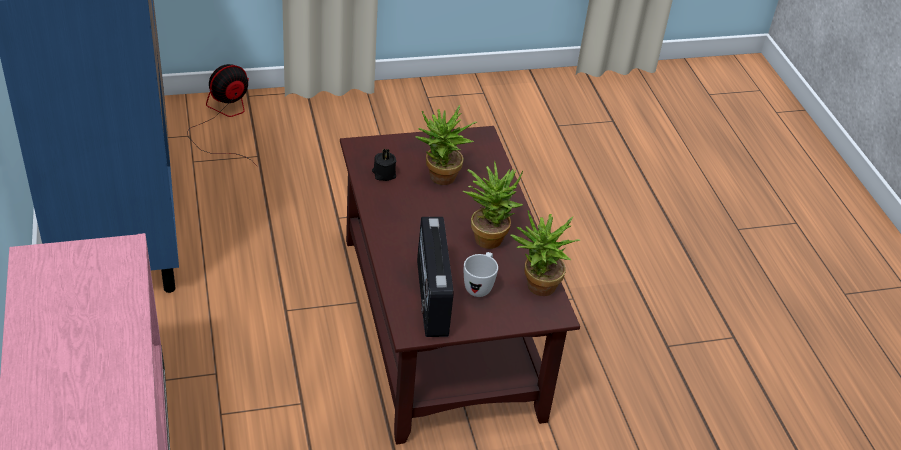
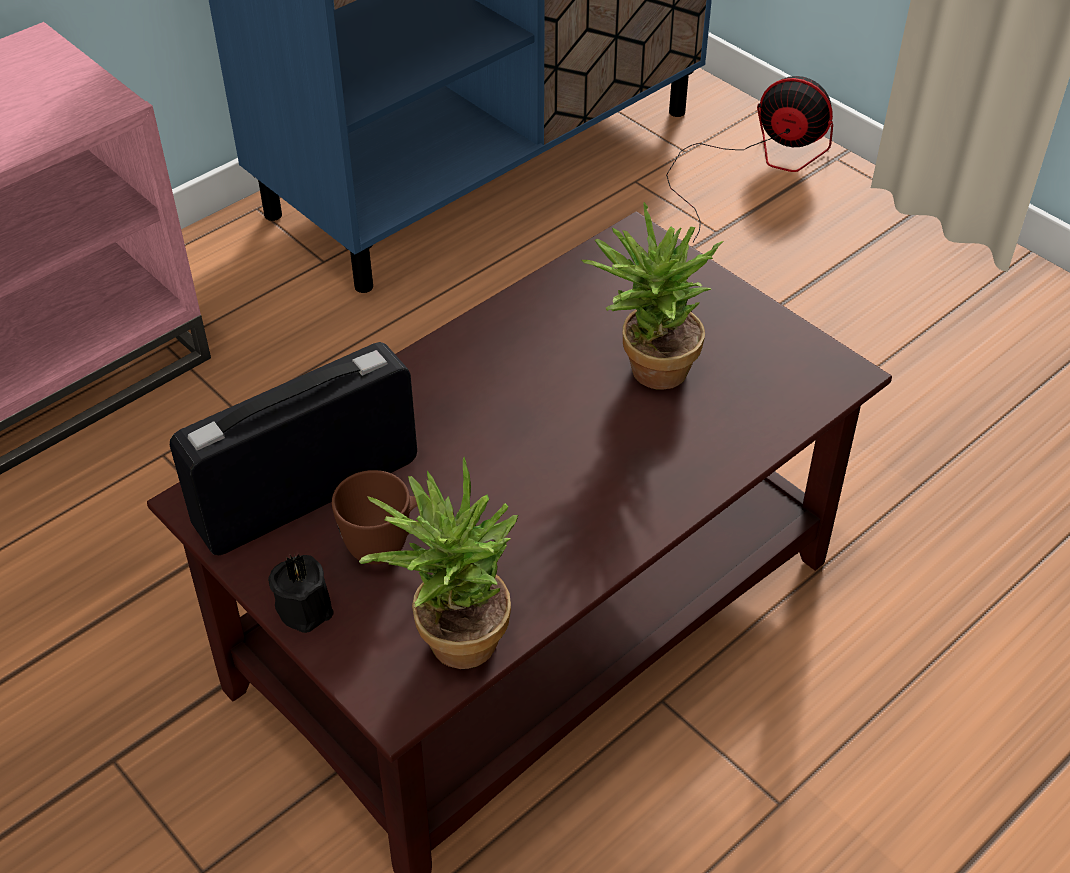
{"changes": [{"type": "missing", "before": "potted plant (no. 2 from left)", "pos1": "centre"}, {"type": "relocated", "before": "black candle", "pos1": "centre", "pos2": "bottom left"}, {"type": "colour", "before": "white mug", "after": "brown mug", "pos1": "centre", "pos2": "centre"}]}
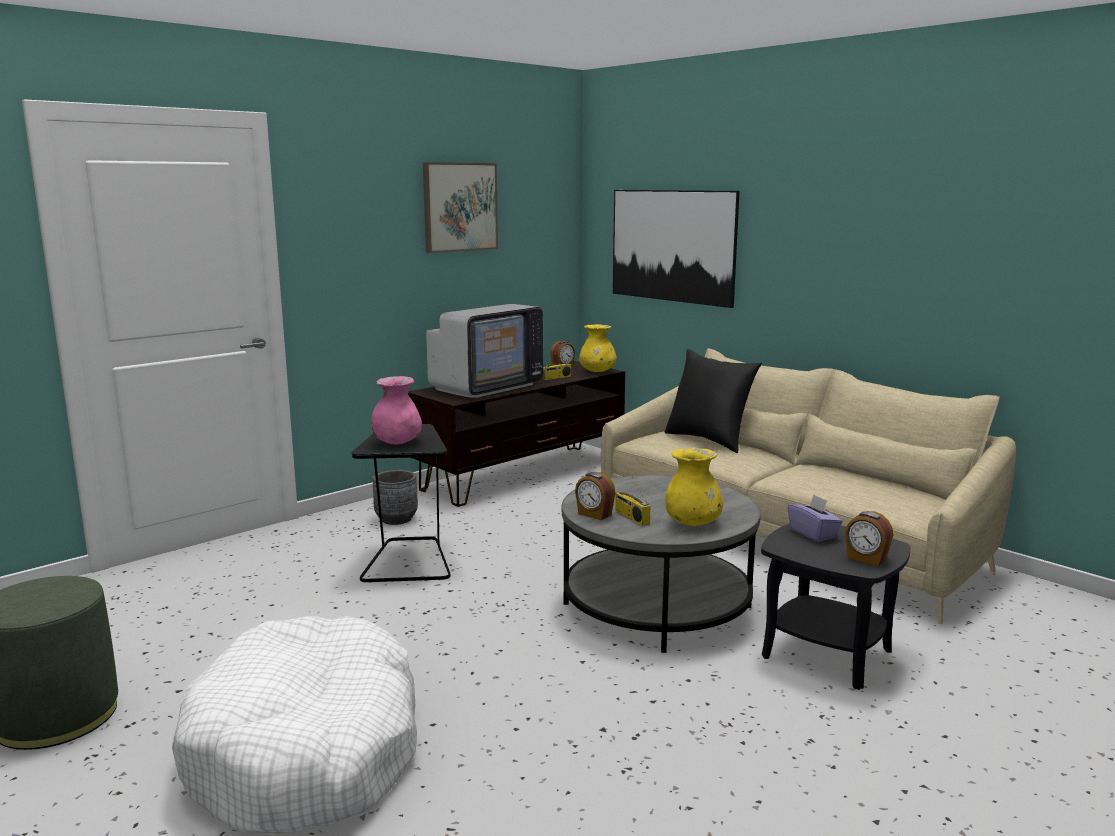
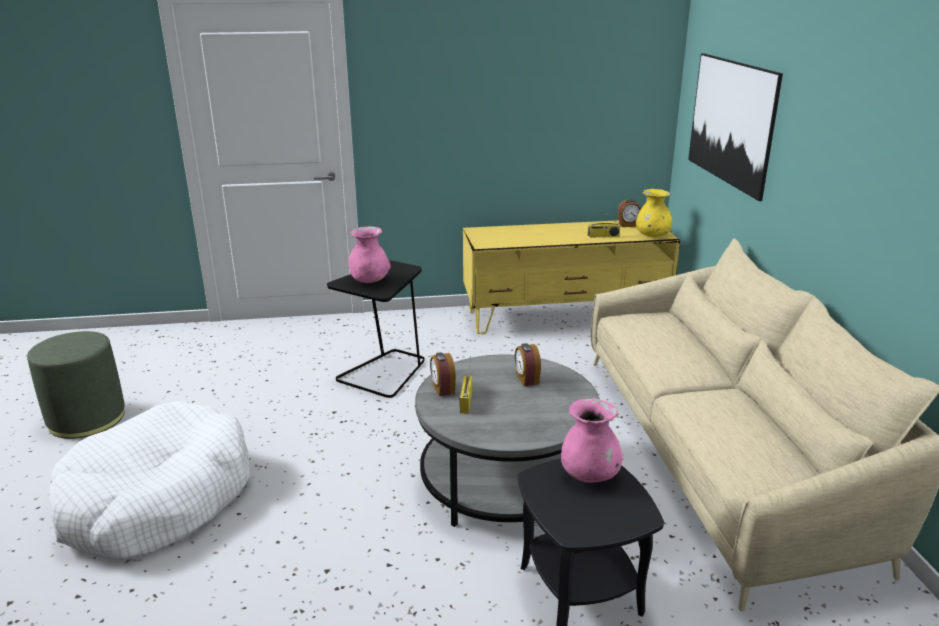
{"changes": [{"type": "missing", "before": "grey planter", "pos1": "centre"}, {"type": "missing", "before": "picture (no. 1 from left)", "pos1": "top centre"}, {"type": "missing", "before": "television", "pos1": "centre"}, {"type": "missing", "before": "black pillow", "pos1": "centre"}, {"type": "missing", "before": "yellow vase (no. 2 from left)", "pos1": "centre"}, {"type": "relocated", "before": "alarm clock (no. 3 from left in the first image)", "after": "alarm clock (no. 2 from left)", "pos1": "middle right", "pos2": "centre"}, {"type": "exchanged", "before": "purple tissue box", "after": "pink vase (no. 2 from left)", "pos1": "middle right", "pos2": "bottom centre"}, {"type": "colour", "before": "brown tv stand", "after": "yellow tv stand", "pos1": "centre", "pos2": "centre"}]}
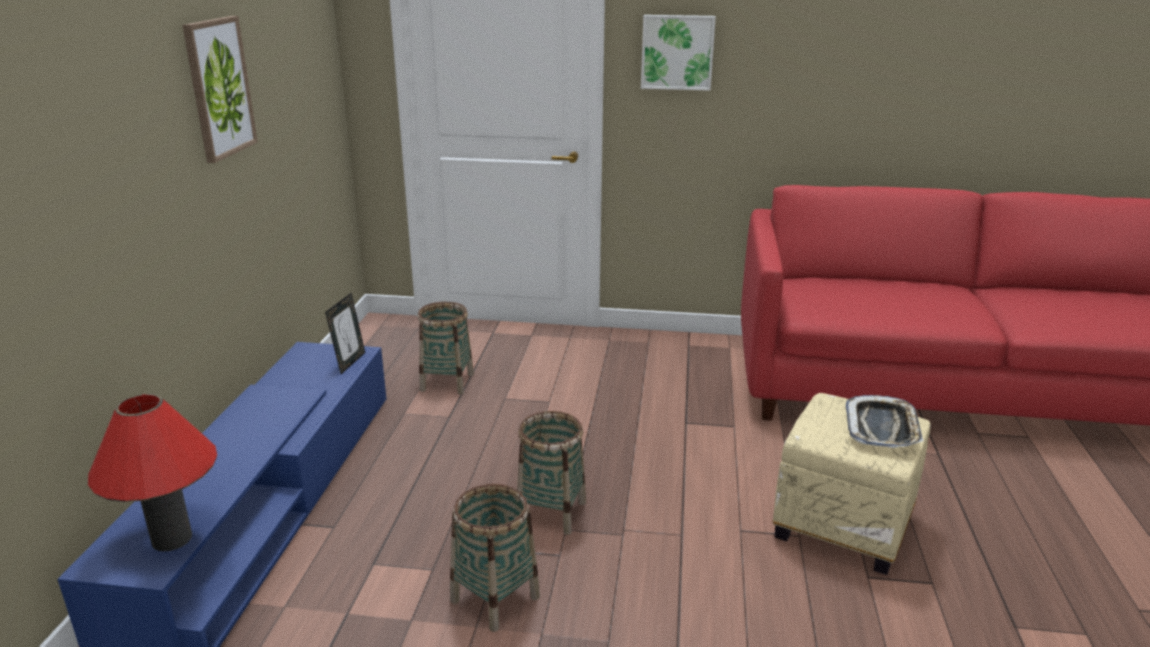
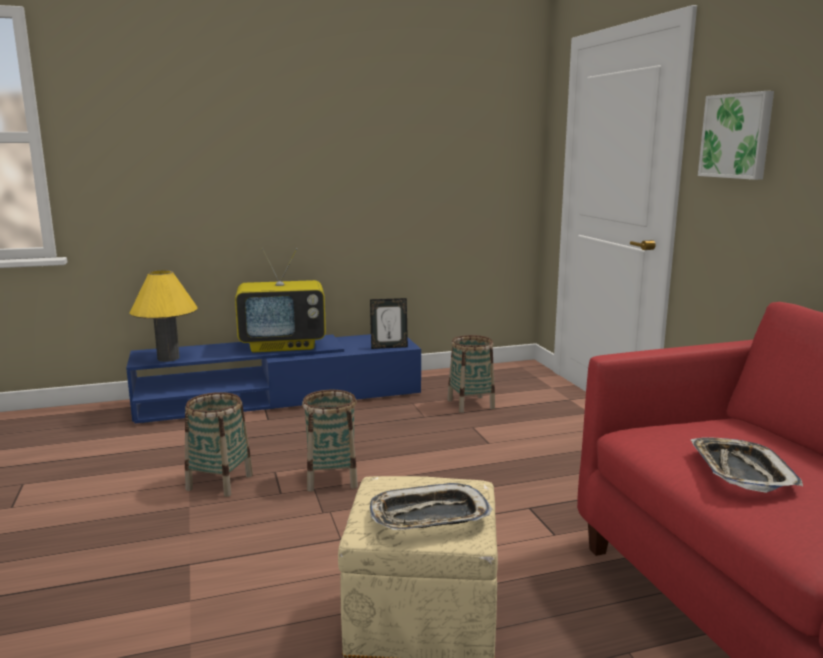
{"changes": [{"type": "missing", "before": "picture (no. 1 from left)", "pos1": "top left"}, {"type": "appeared", "after": "television", "pos2": "centre"}, {"type": "appeared", "after": "tray (no. 2 from left)", "pos2": "bottom right"}, {"type": "colour", "before": "red table lamp", "after": "yellow table lamp", "pos1": "bottom left", "pos2": "middle left"}]}
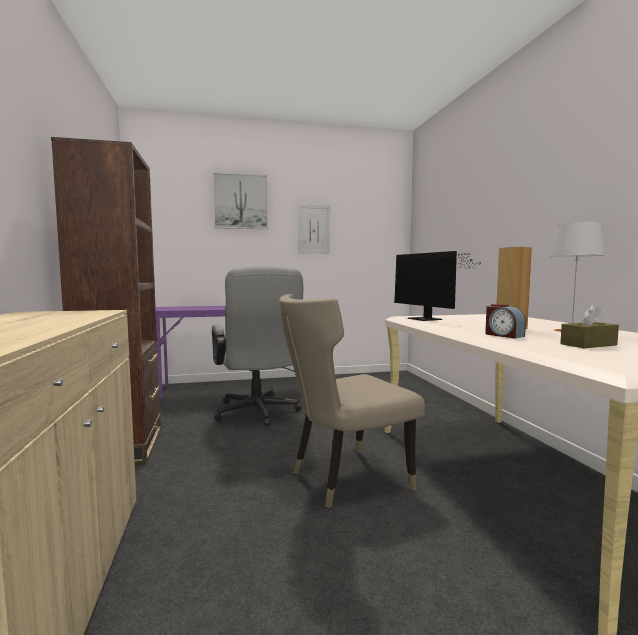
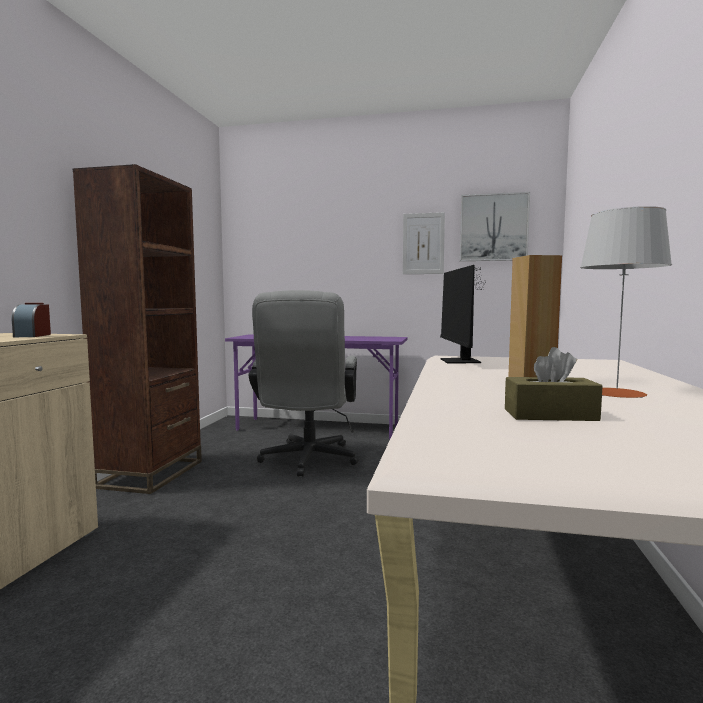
{"changes": [{"type": "missing", "before": "beige chair", "pos1": "centre"}, {"type": "relocated", "before": "picture (no. 1 from left in the first image)", "after": "picture (no. 2 from left)", "pos1": "top centre", "pos2": "top right"}, {"type": "relocated", "before": "alarm clock", "pos1": "middle right", "pos2": "middle left"}]}
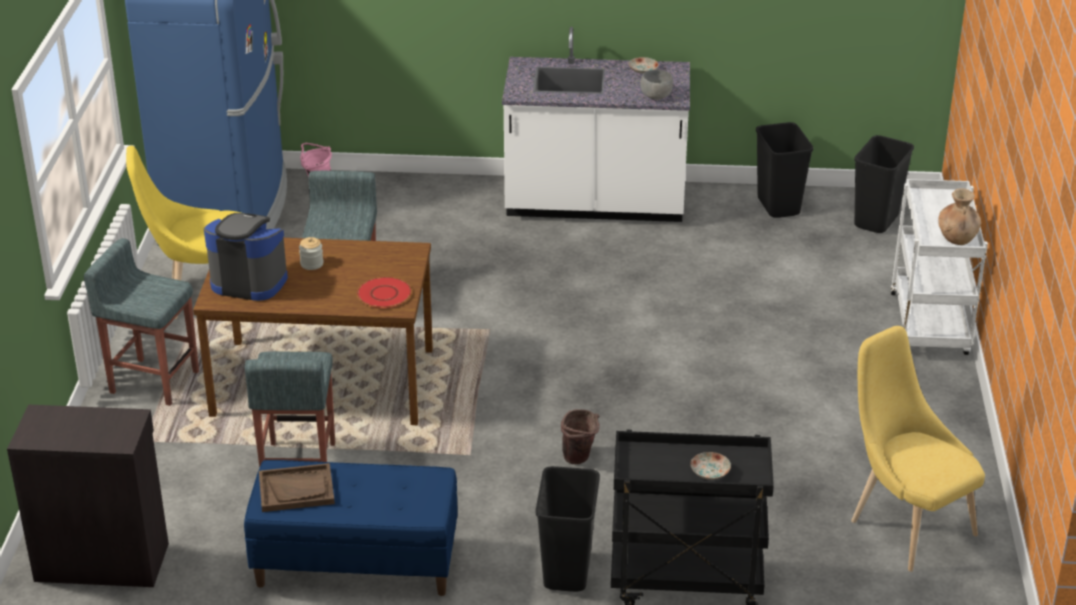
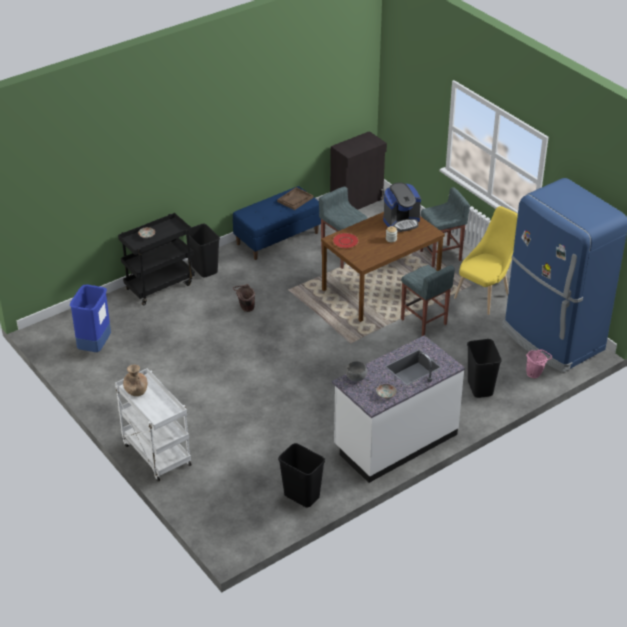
{"changes": [{"type": "relocated", "before": "black trash can (no. 3 from left)", "pos1": "top right", "pos2": "middle right"}, {"type": "exchanged", "before": "yellow chair (no. 2 from left)", "after": "blue trash can", "pos1": "bottom right", "pos2": "middle left"}]}
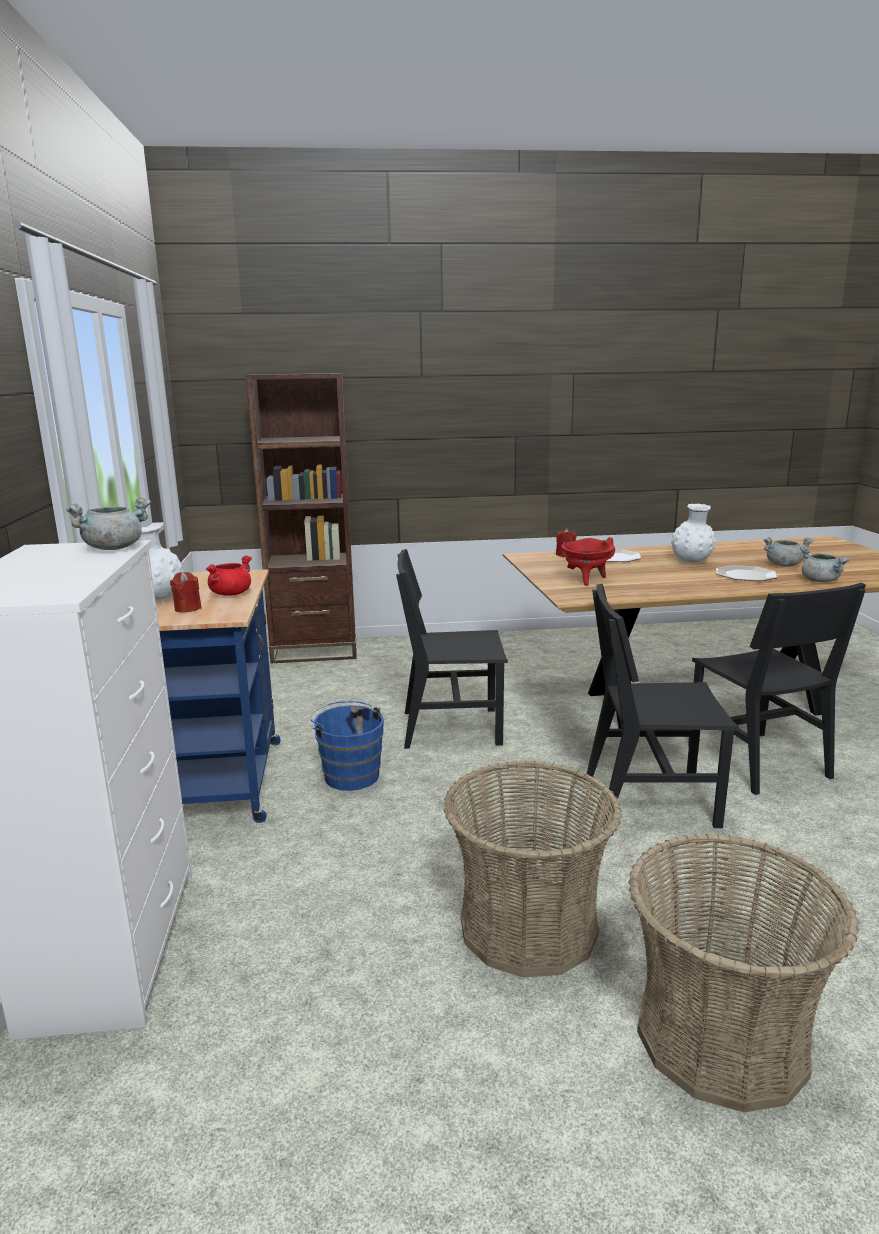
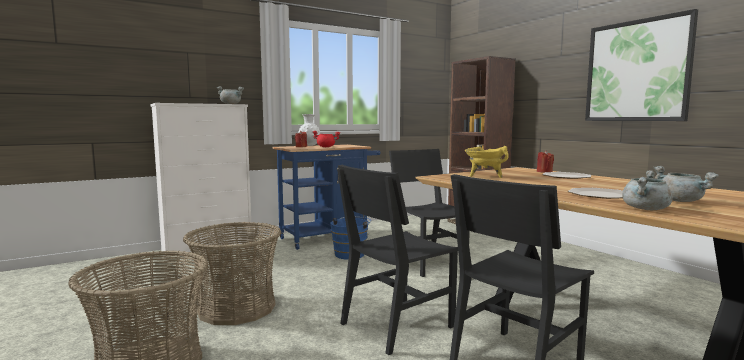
{"changes": [{"type": "missing", "before": "white vase (no. 2 from left)", "pos1": "middle right"}, {"type": "appeared", "after": "picture", "pos2": "top right"}, {"type": "colour", "before": "red cooking pot (no. 2 from left)", "after": "yellow cooking pot", "pos1": "middle right", "pos2": "centre"}, {"type": "spun", "before": "black chair (no. 2 from left in the first image)", "pos1": "middle right", "pos2": "bottom centre", "turn": -105}]}
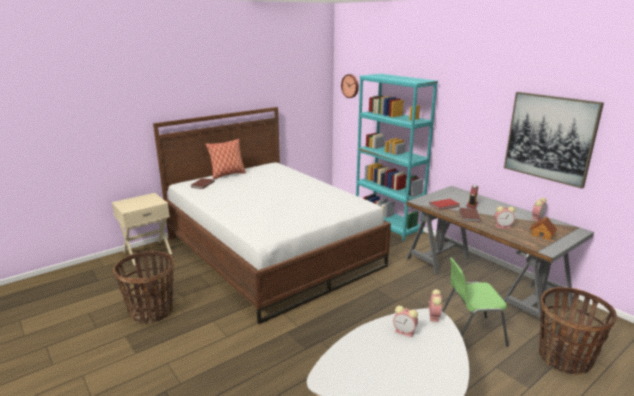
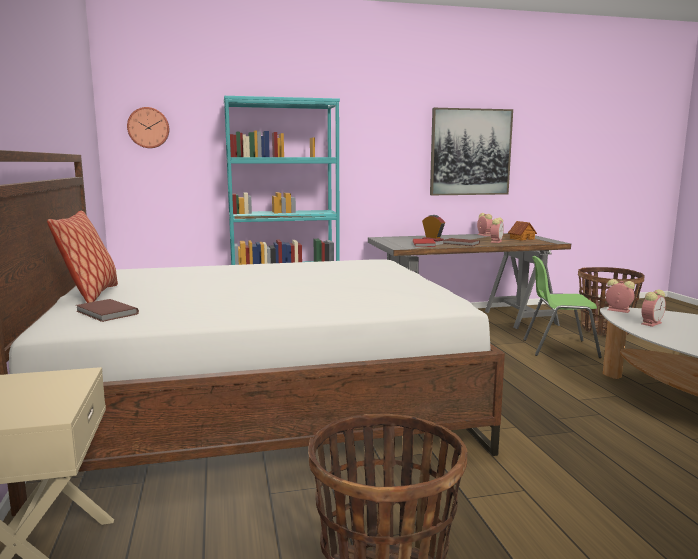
{"changes": [{"type": "spun", "before": "green chair", "pos1": "bottom right", "pos2": "middle right", "turn": 75}]}
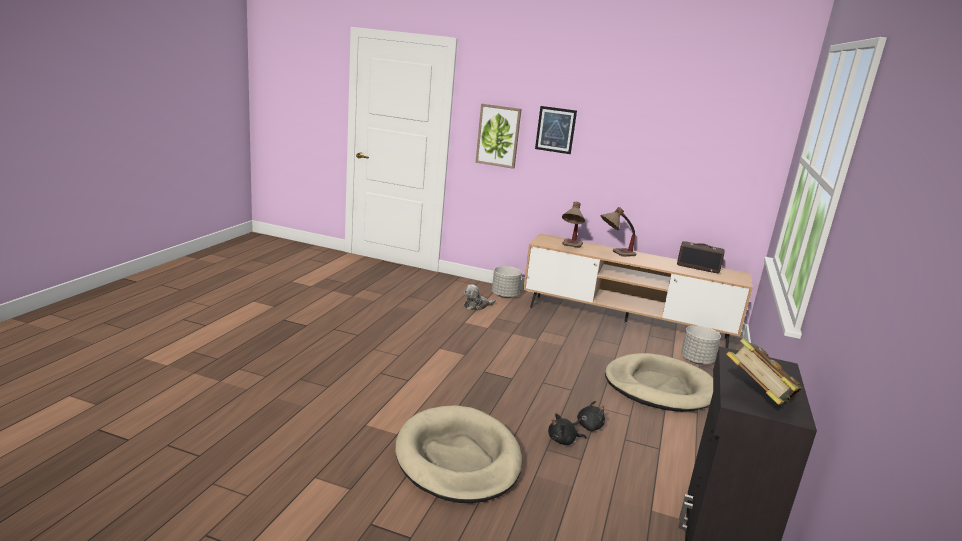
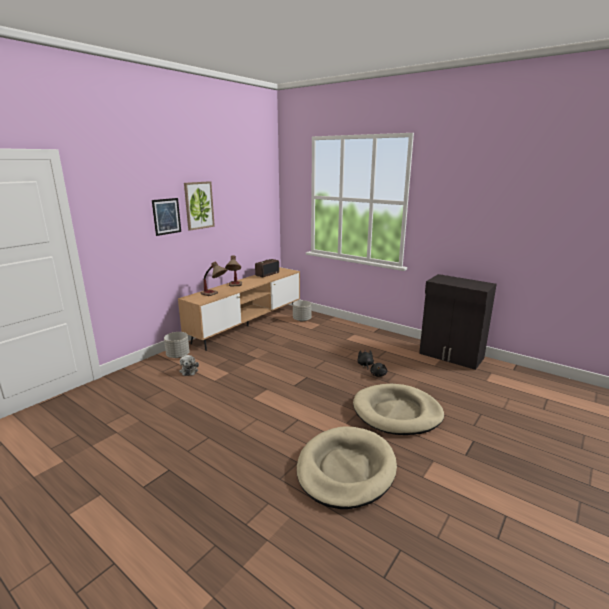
{"changes": [{"type": "missing", "before": "book", "pos1": "bottom right"}, {"type": "relocated", "before": "picture (no. 1 from left in the first image)", "after": "picture (no. 2 from left)", "pos1": "top centre", "pos2": "middle left"}, {"type": "relocated", "before": "beige dog bed (no. 2 from left in the first image)", "after": "beige dog bed (no. 1 from left)", "pos1": "bottom right", "pos2": "bottom centre"}]}
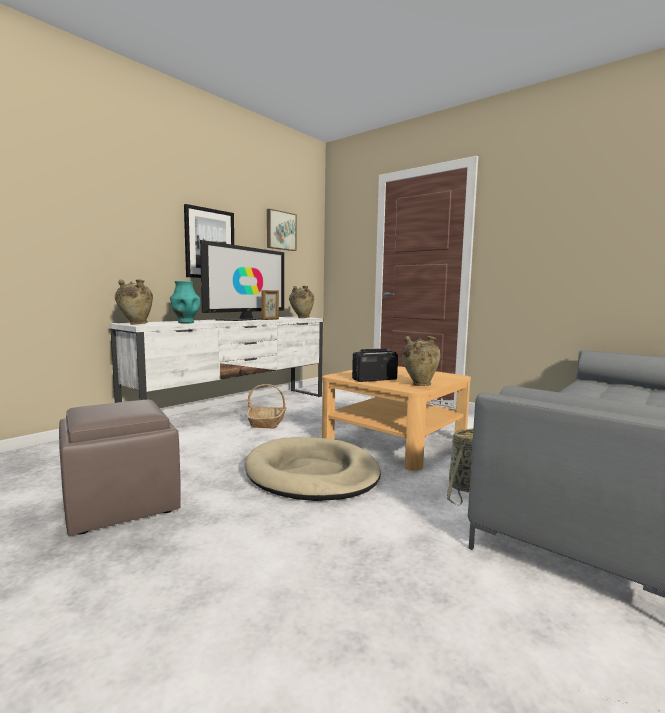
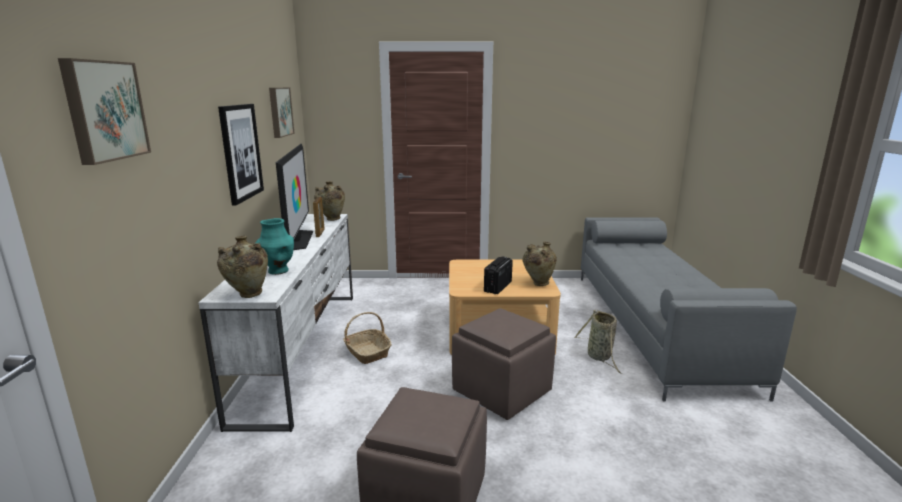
{"changes": [{"type": "appeared", "after": "picture (no. 1 from left)", "pos2": "top left"}, {"type": "exchanged", "before": "beige dog bed", "after": "brown ottoman (no. 2 from left)", "pos1": "centre", "pos2": "bottom centre"}]}
